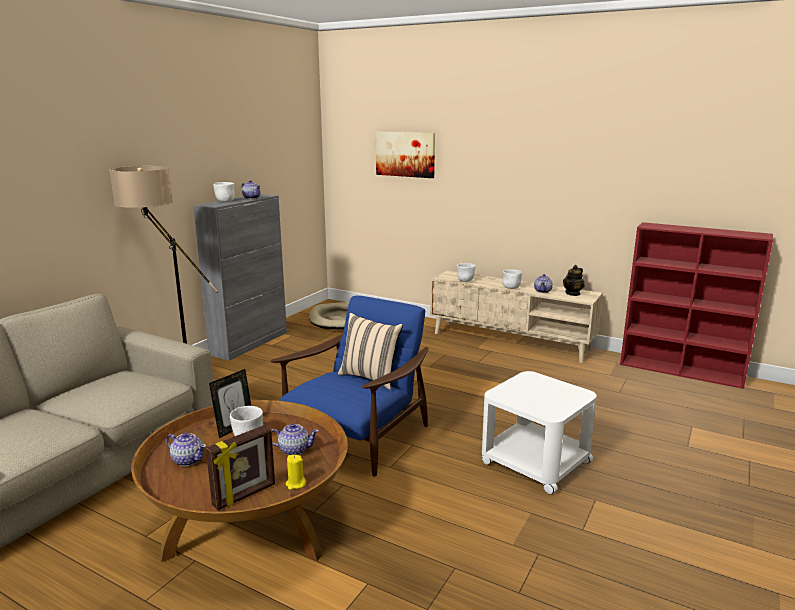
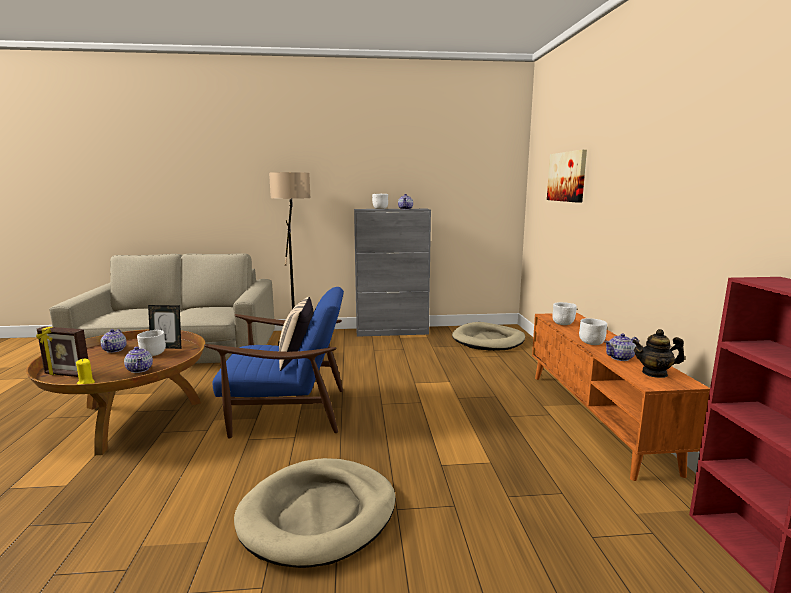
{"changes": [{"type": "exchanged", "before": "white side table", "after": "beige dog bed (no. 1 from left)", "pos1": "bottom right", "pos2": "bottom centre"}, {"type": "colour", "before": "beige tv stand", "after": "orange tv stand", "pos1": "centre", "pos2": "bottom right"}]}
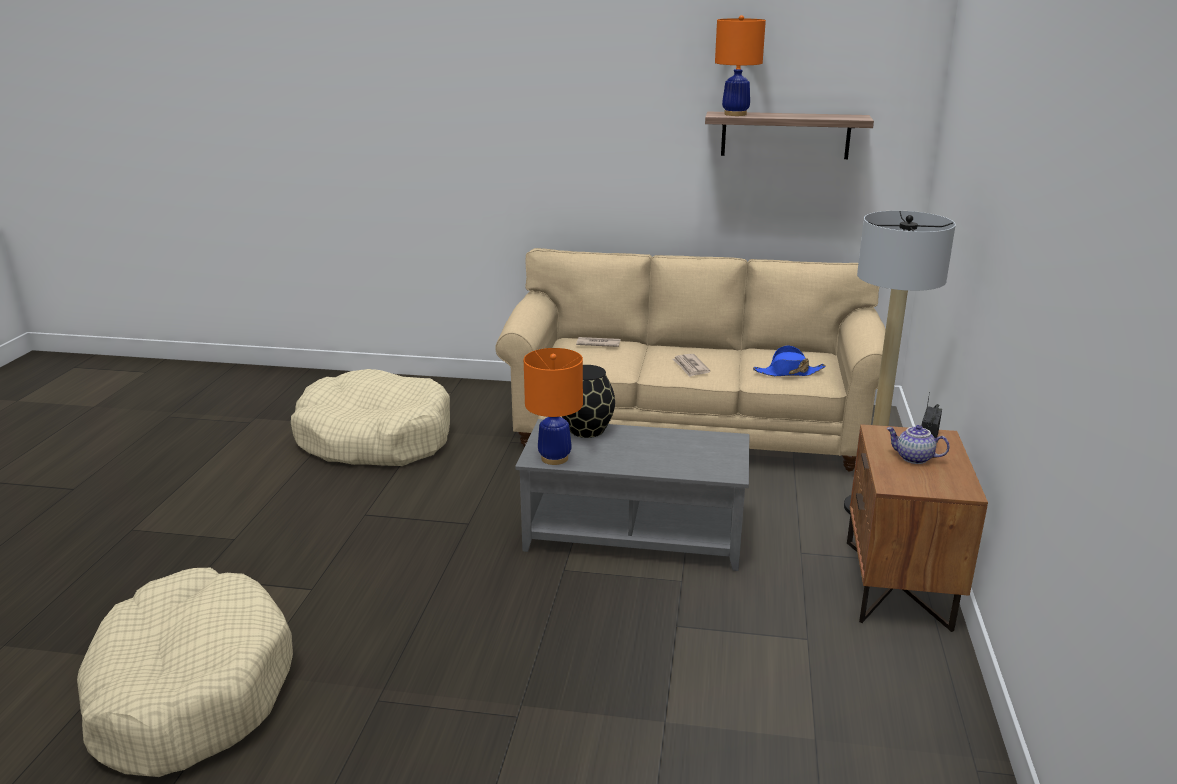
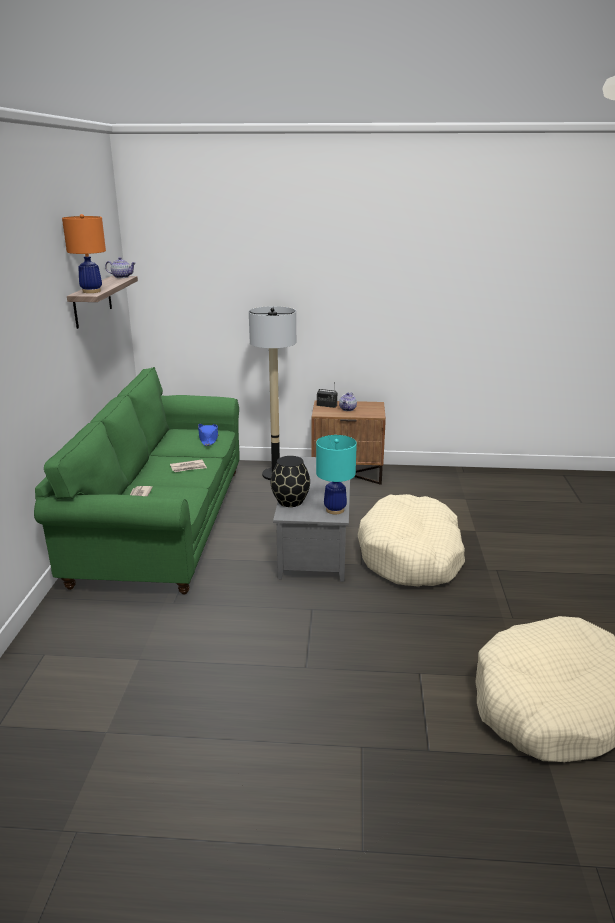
{"changes": [{"type": "appeared", "after": "teapot (no. 1 from left)", "pos2": "top left"}, {"type": "relocated", "before": "beige dog bed (no. 2 from left in the first image)", "after": "beige dog bed (no. 1 from left)", "pos1": "middle left", "pos2": "middle right"}, {"type": "colour", "before": "beige sofa", "after": "green sofa", "pos1": "centre", "pos2": "middle left"}, {"type": "colour", "before": "orange table lamp (no. 1 from left)", "after": "turquoise table lamp", "pos1": "centre", "pos2": "centre"}]}
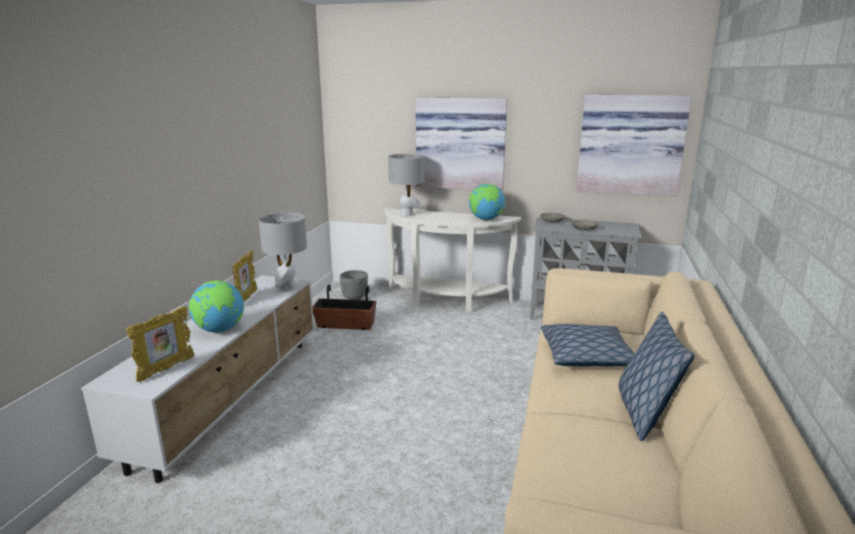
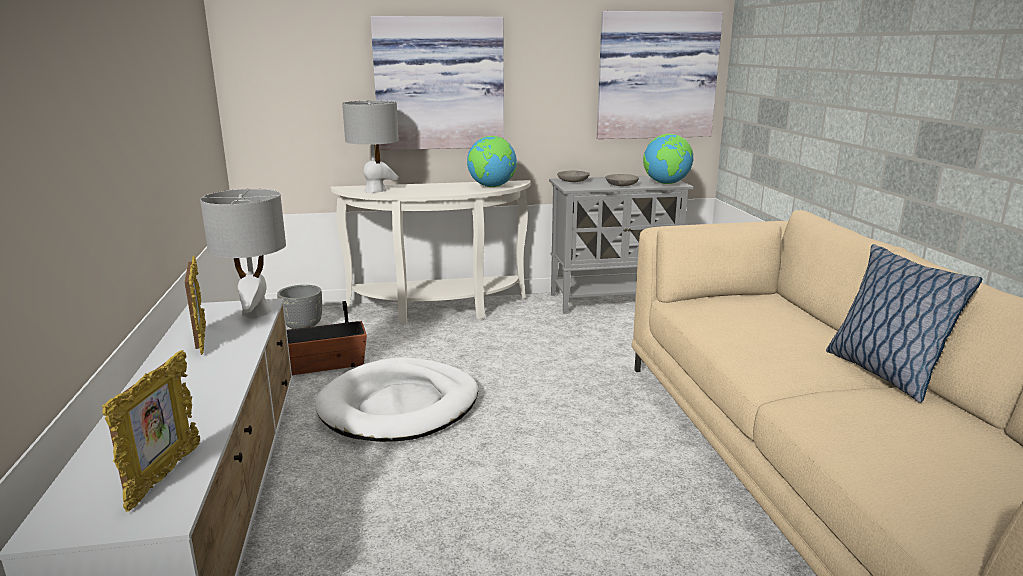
{"changes": [{"type": "missing", "before": "pillow (no. 1 from left)", "pos1": "middle right"}, {"type": "appeared", "after": "white dog bed", "pos2": "bottom centre"}, {"type": "relocated", "before": "globe (no. 1 from left in the first image)", "after": "globe (no. 2 from left)", "pos1": "middle left", "pos2": "top centre"}]}
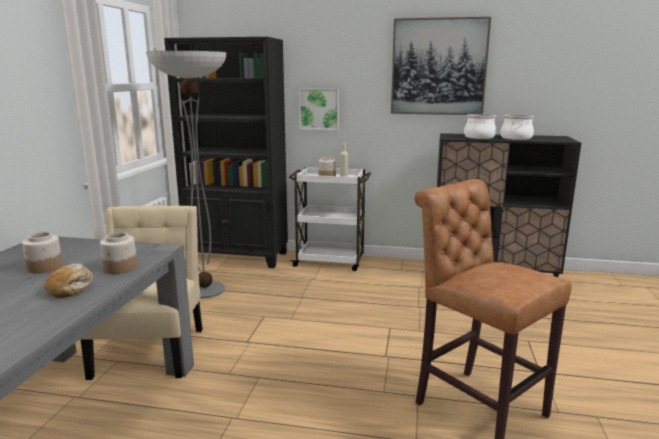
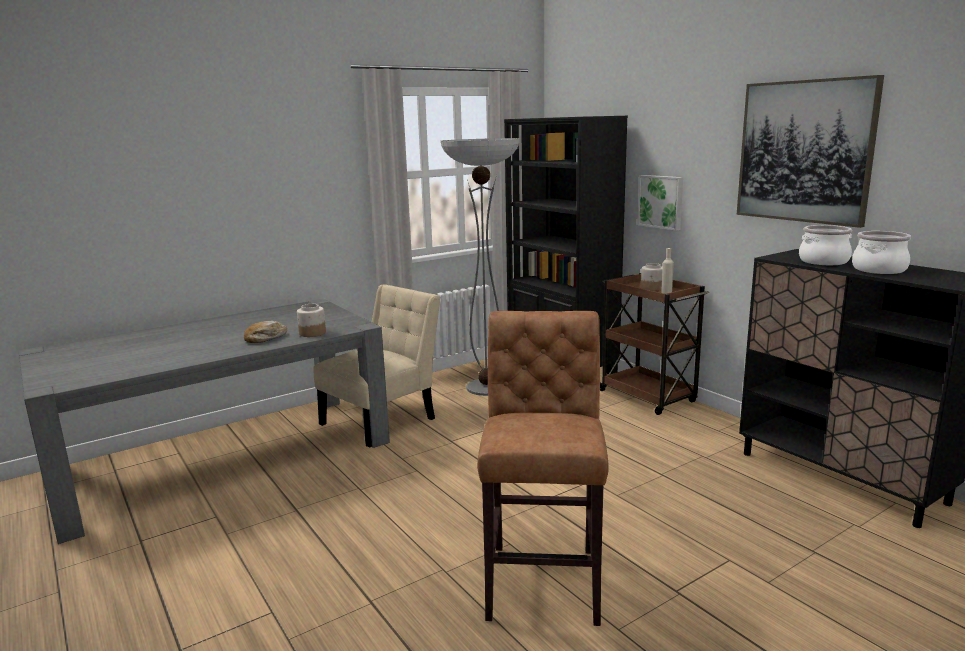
{"changes": [{"type": "missing", "before": "jar (no. 1 from left)", "pos1": "middle left"}, {"type": "colour", "before": "white cart", "after": "brown cart", "pos1": "centre", "pos2": "middle right"}]}
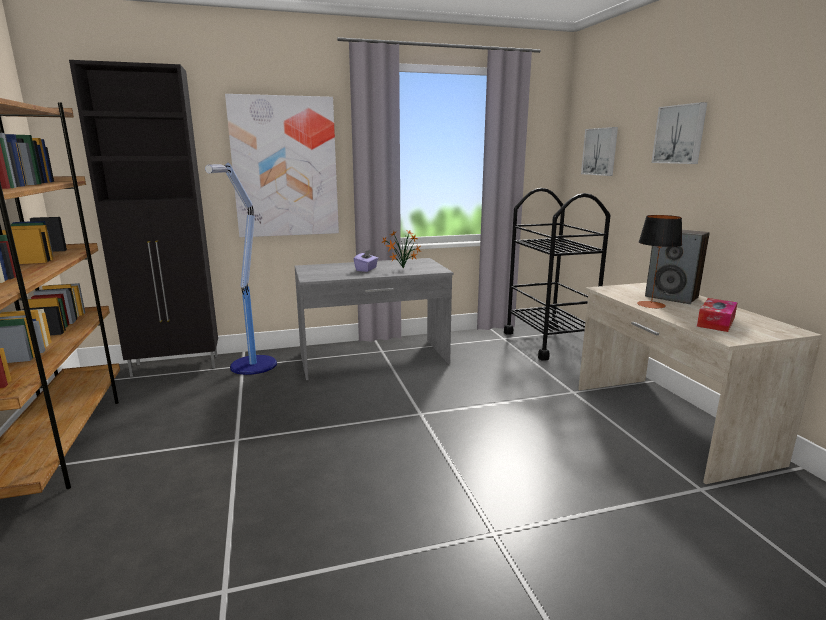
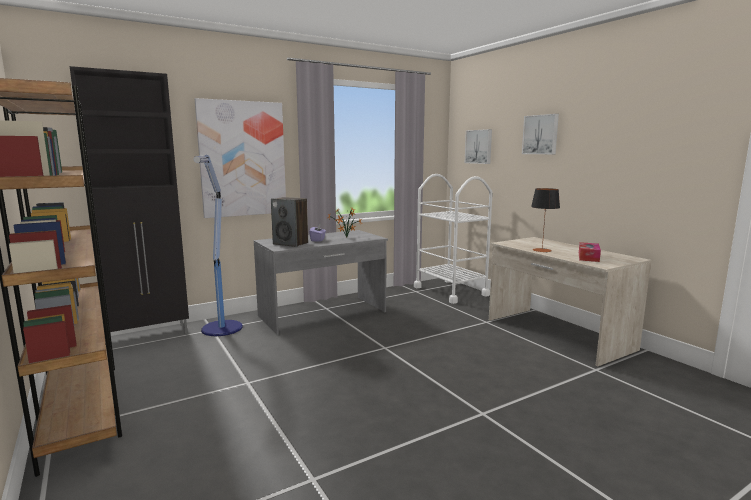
{"changes": [{"type": "relocated", "before": "speaker", "pos1": "middle right", "pos2": "centre"}, {"type": "colour", "before": "black cart", "after": "white cart", "pos1": "middle right", "pos2": "centre"}]}
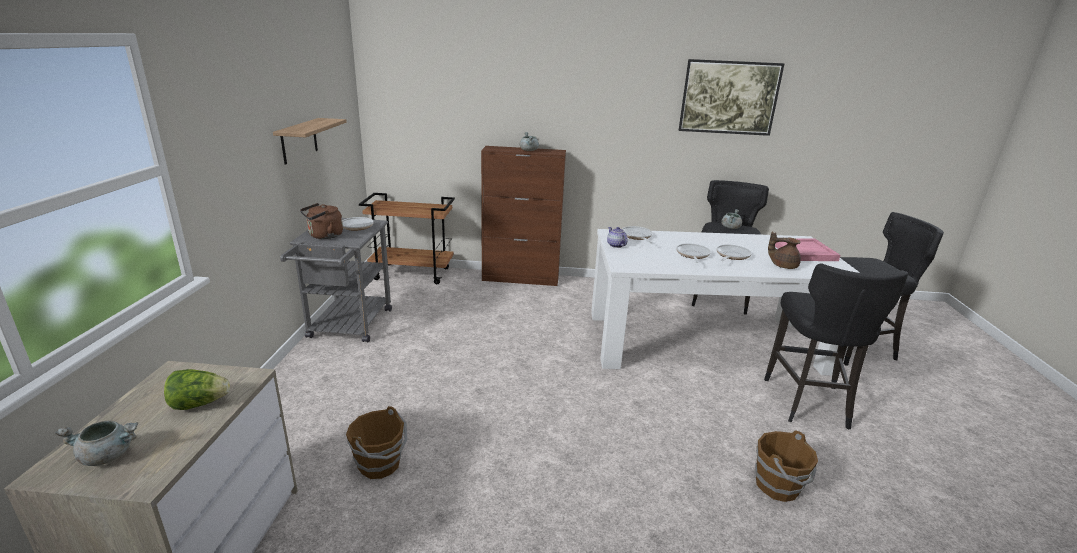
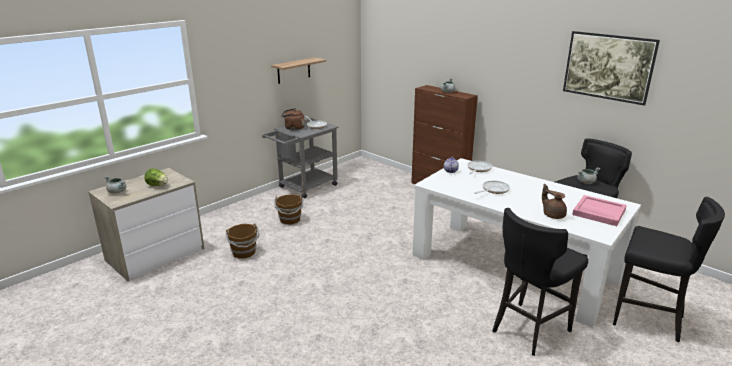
{"changes": [{"type": "missing", "before": "brown cart", "pos1": "centre"}, {"type": "missing", "before": "frying pan (no. 4 from left)", "pos1": "middle right"}, {"type": "relocated", "before": "brown bucket (no. 2 from left)", "pos1": "bottom right", "pos2": "centre"}]}
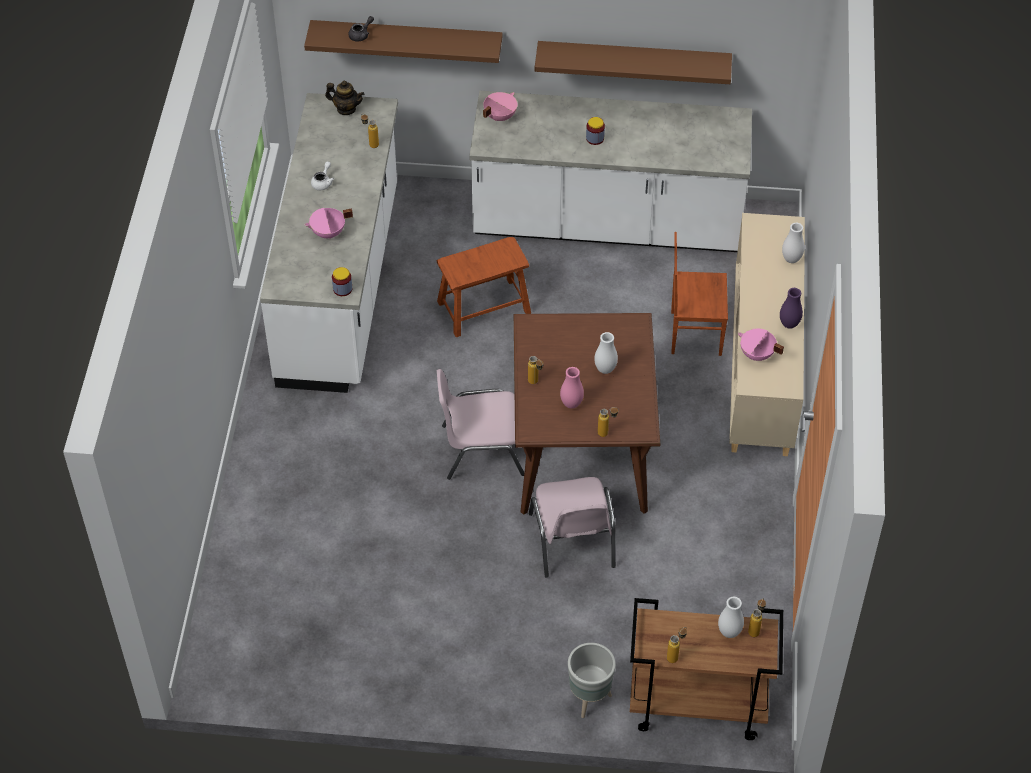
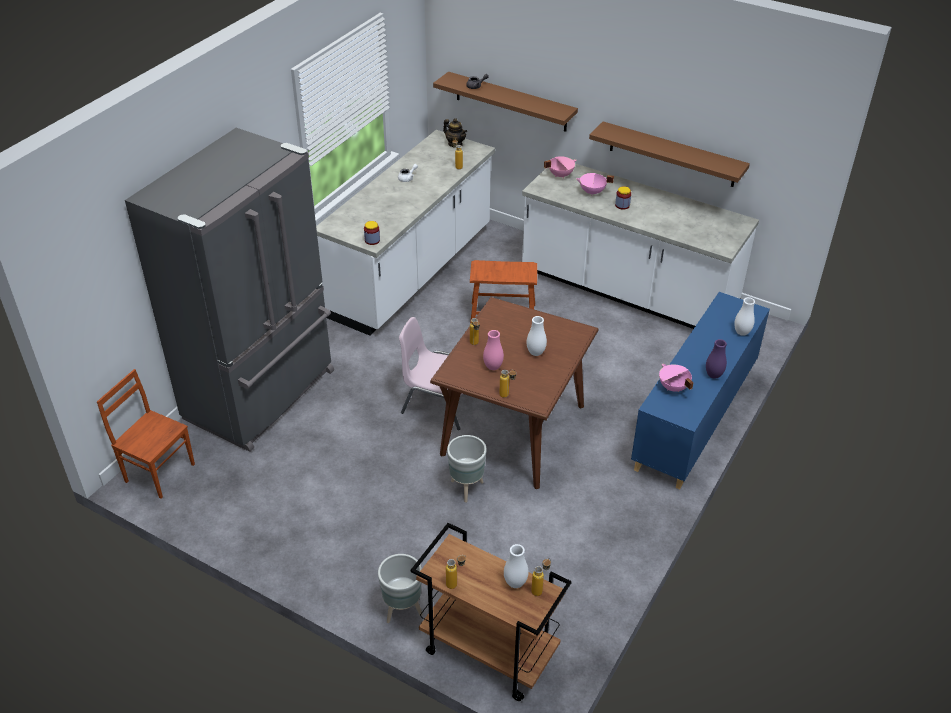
{"changes": [{"type": "appeared", "after": "grey fridge", "pos2": "middle left"}, {"type": "relocated", "before": "pink cooking pot (no. 1 from left in the first image)", "after": "pink cooking pot (no. 2 from left)", "pos1": "top left", "pos2": "top centre"}, {"type": "relocated", "before": "brown chair", "pos1": "middle right", "pos2": "middle left"}, {"type": "exchanged", "before": "pink chair (no. 2 from left)", "after": "grey planter (no. 2 from left)", "pos1": "bottom centre", "pos2": "centre"}, {"type": "colour", "before": "beige cabinet", "after": "blue cabinet", "pos1": "middle right", "pos2": "middle right"}]}
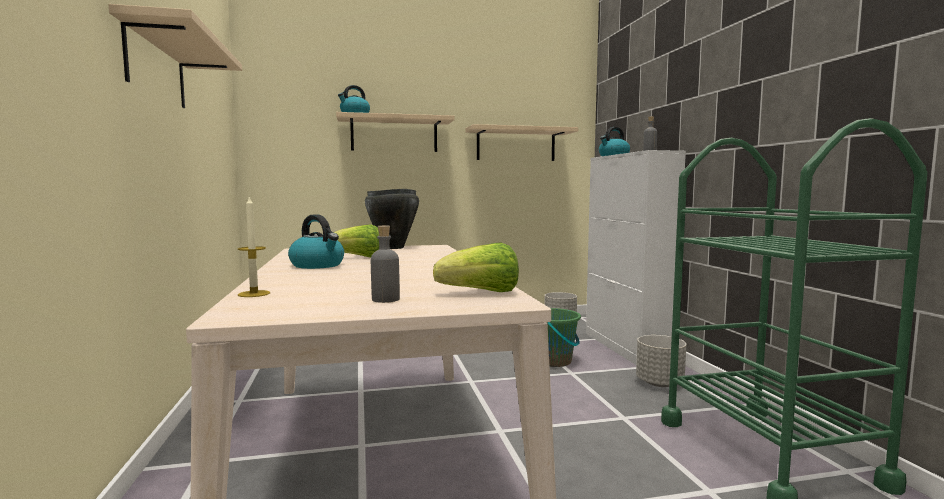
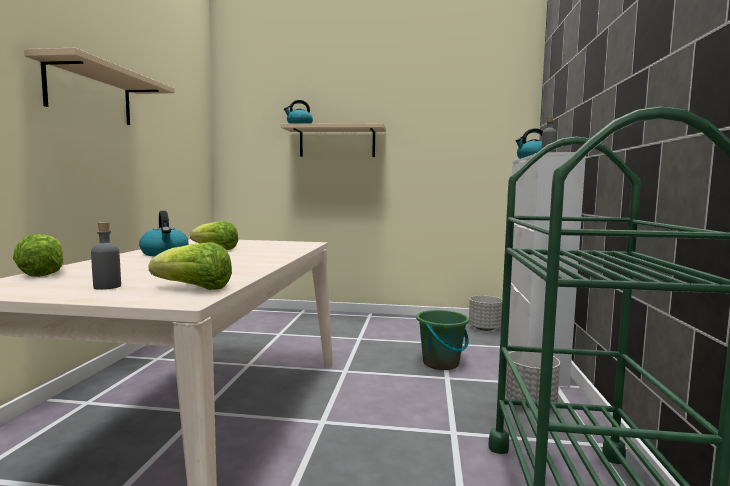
{"changes": [{"type": "missing", "before": "black cooking pot", "pos1": "centre"}, {"type": "missing", "before": "beige shelf (no. 3 from left)", "pos1": "top centre"}, {"type": "exchanged", "before": "candle", "after": "lettuce (no. 1 from left)", "pos1": "middle left", "pos2": "middle left"}]}
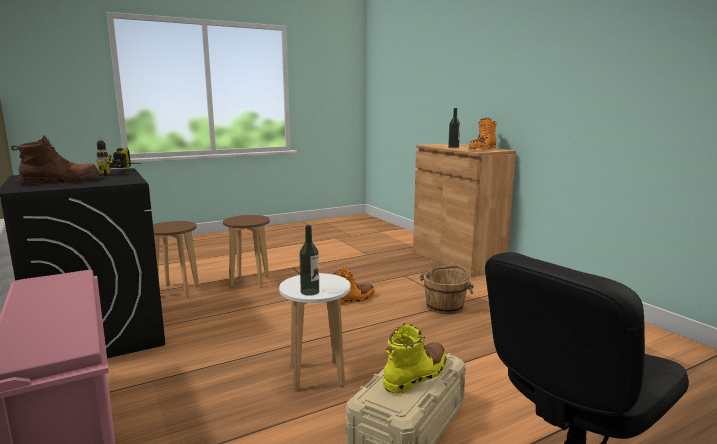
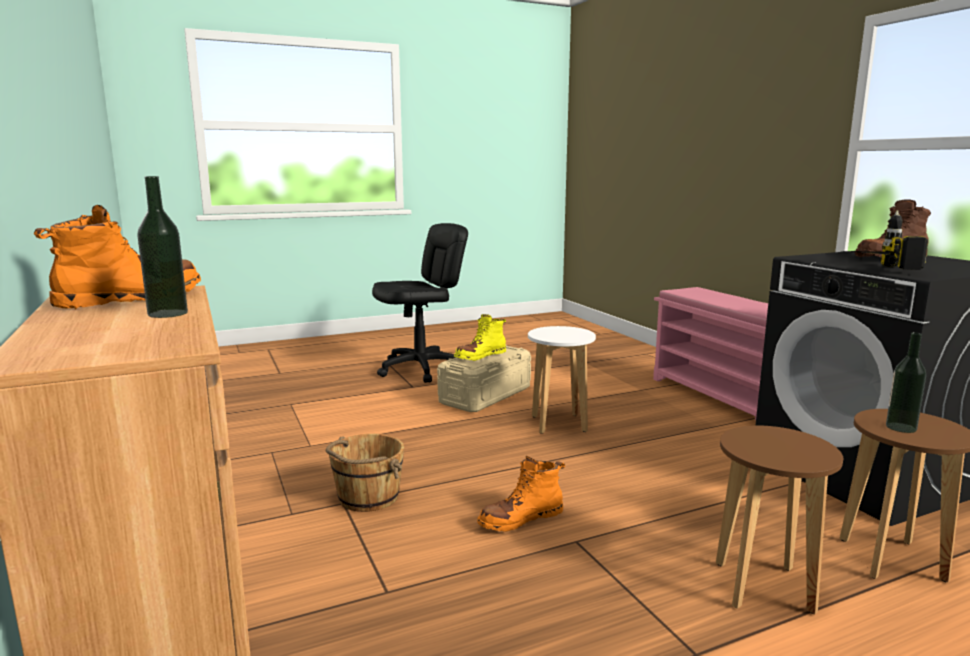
{"changes": [{"type": "relocated", "before": "bottle (no. 1 from left in the first image)", "after": "bottle (no. 2 from left)", "pos1": "centre", "pos2": "middle right"}]}
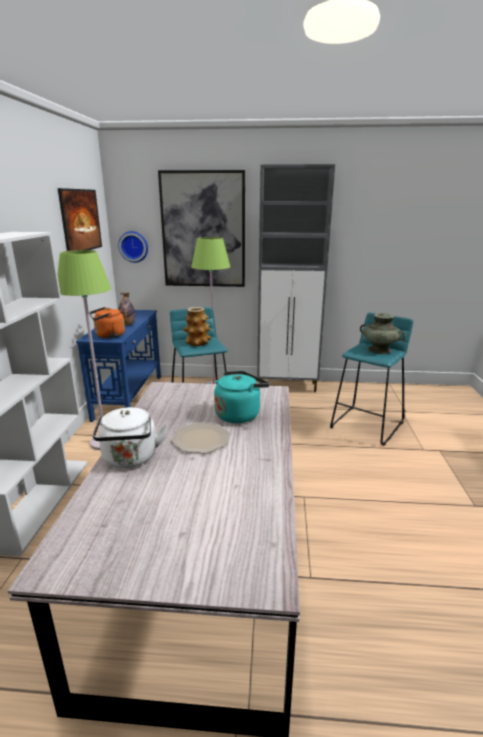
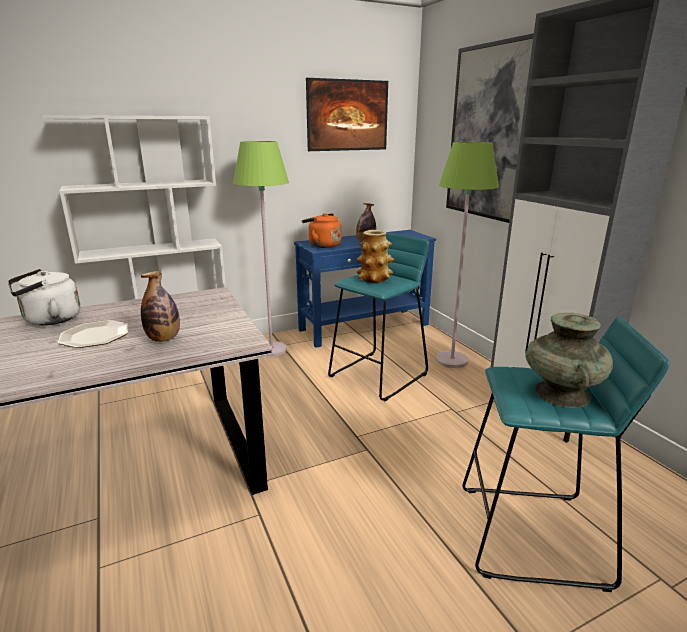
{"changes": [{"type": "missing", "before": "wall clock", "pos1": "middle left"}, {"type": "exchanged", "before": "turquoise kettle", "after": "bottle (no. 1 from left)", "pos1": "centre", "pos2": "middle left"}]}
